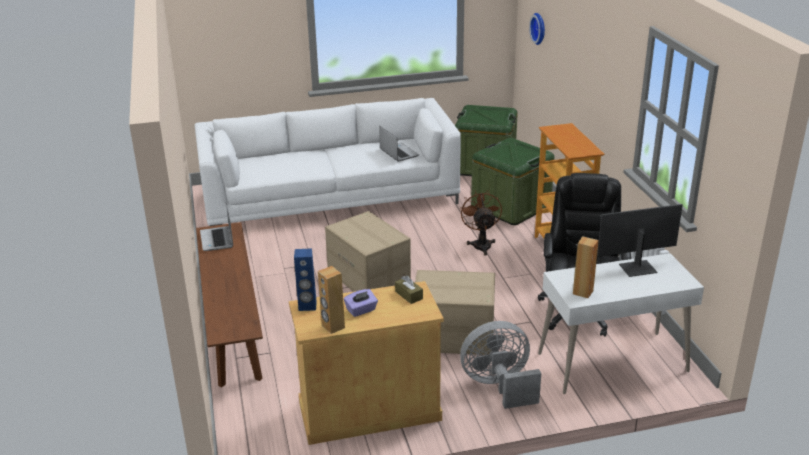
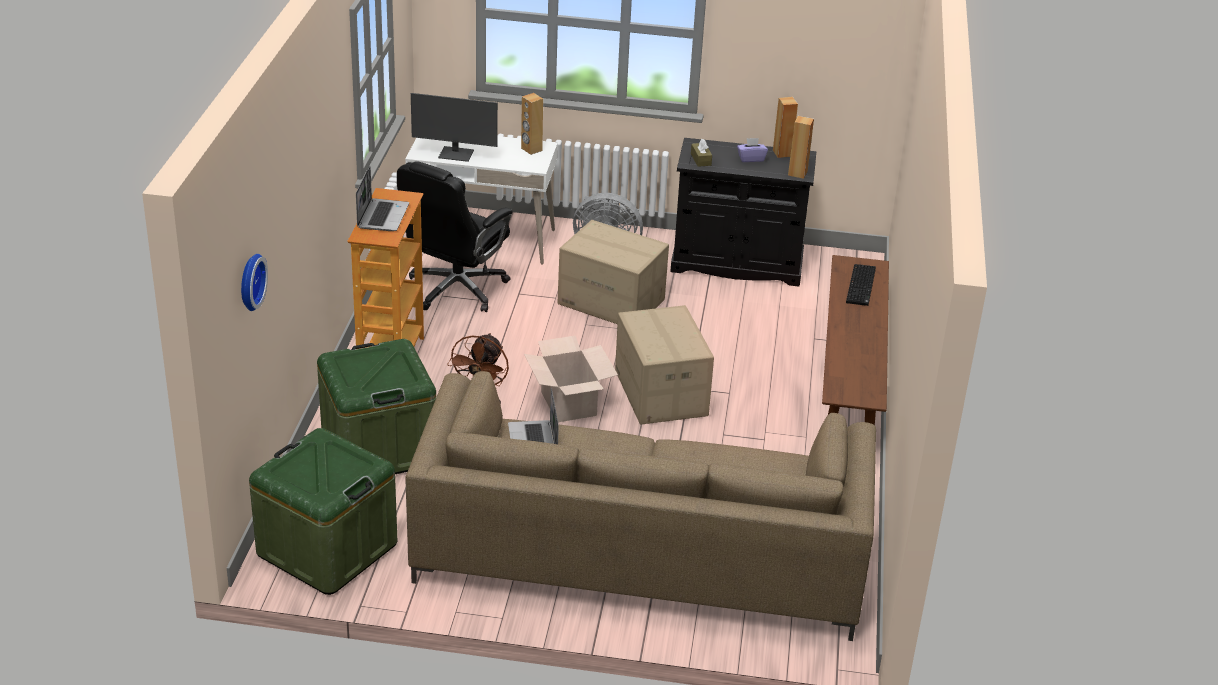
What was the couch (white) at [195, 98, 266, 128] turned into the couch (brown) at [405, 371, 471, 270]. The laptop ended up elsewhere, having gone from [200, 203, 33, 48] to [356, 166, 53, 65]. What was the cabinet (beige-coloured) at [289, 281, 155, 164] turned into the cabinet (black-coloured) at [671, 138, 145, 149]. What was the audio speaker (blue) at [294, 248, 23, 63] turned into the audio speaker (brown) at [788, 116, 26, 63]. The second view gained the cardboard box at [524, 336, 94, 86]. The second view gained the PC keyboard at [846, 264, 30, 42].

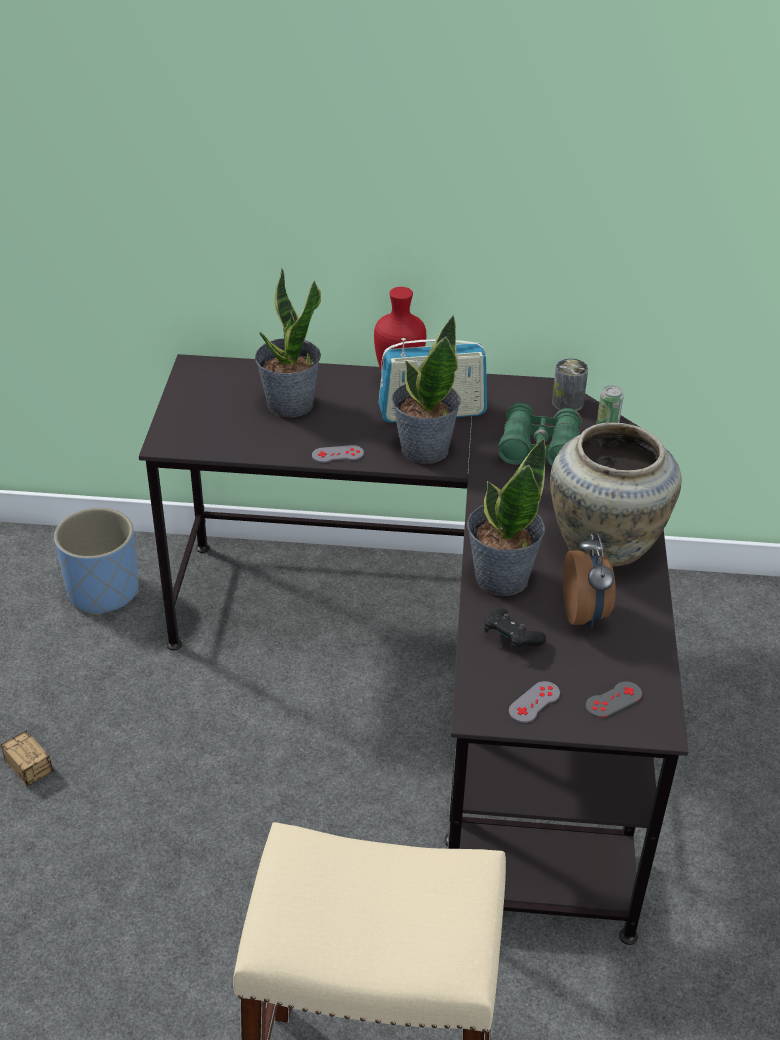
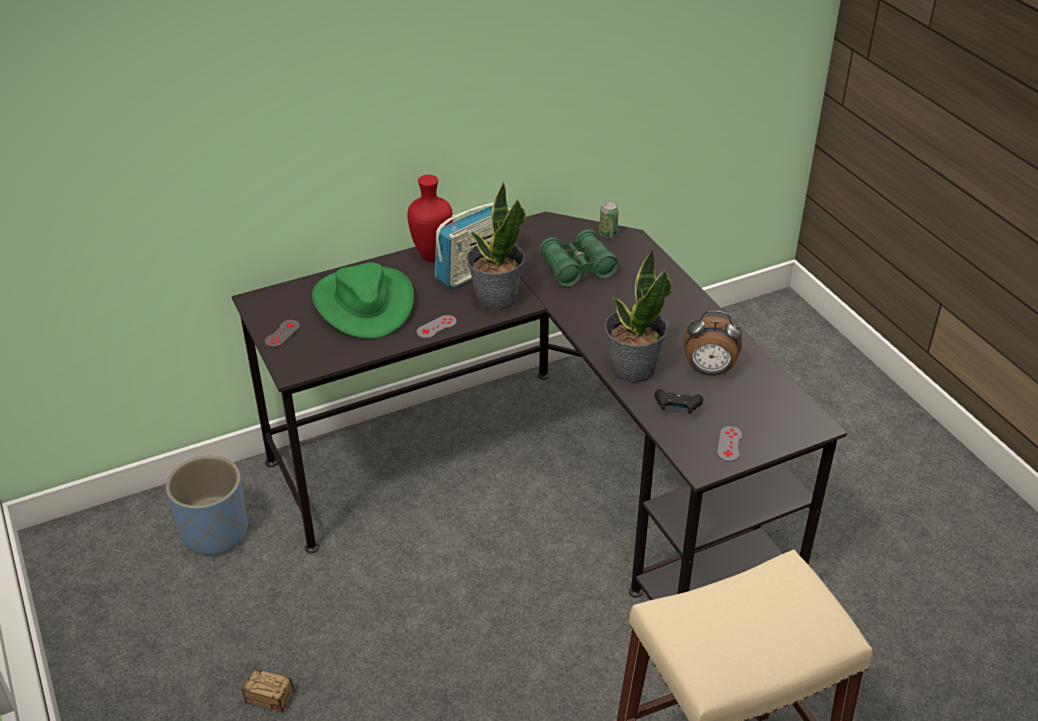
Where the potted plant stood at [255, 267, 66, 150], the hat (green-coloured) came to stand at [312, 262, 102, 77]. The second view lost the decorative vase (beige-coloured) at [550, 423, 132, 143]. The second view lost the can at [552, 358, 37, 53]. The bedside clock at [563, 533, 53, 95] ended up facing another way, 135 degrees clockwise from before. The joypad (grey) ended up elsewhere, having gone from [586, 681, 56, 37] to [265, 320, 35, 28].

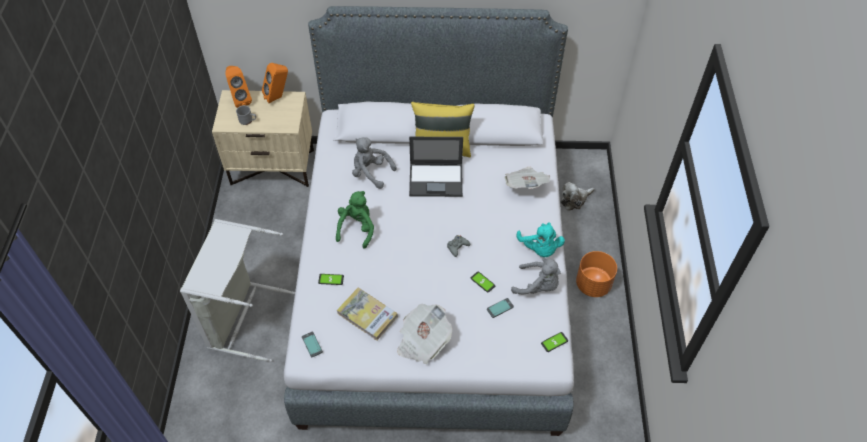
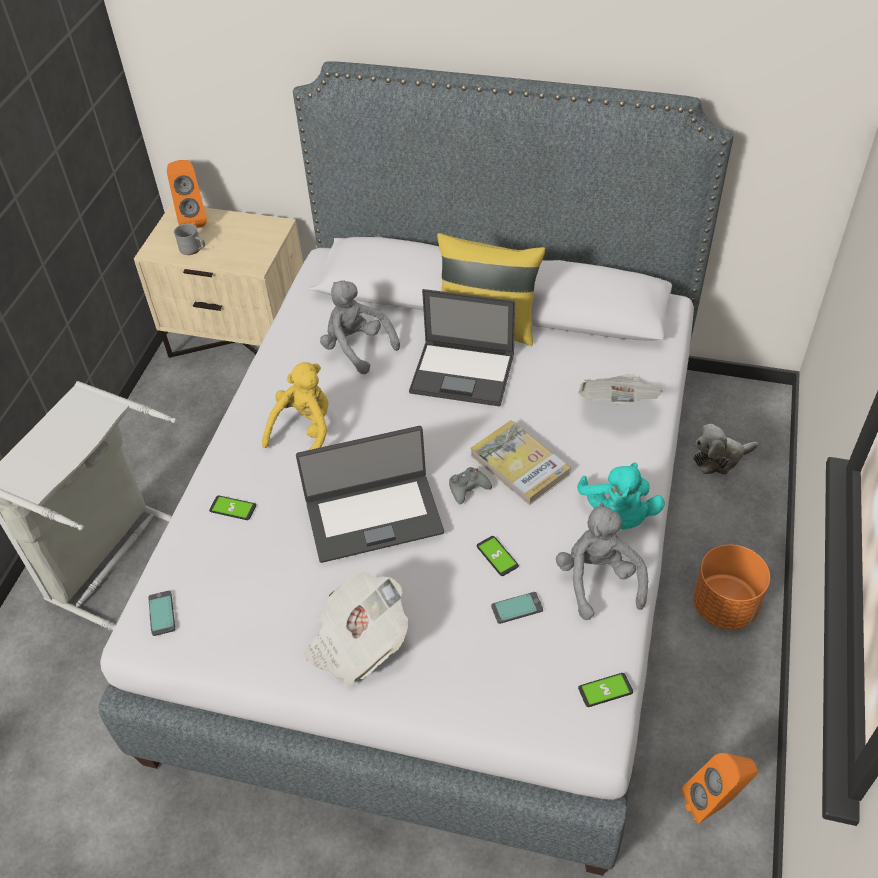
The audio speaker (orange-coloured) ended up elsewhere, having gone from [262, 63, 26, 40] to [682, 753, 76, 71]. What was the cuddly toy (green-coloured) at [336, 191, 38, 58] turned into the cuddly toy (yellow-coloured) at [262, 362, 66, 88]. The volume ended up elsewhere, having gone from [337, 288, 61, 53] to [470, 420, 101, 85]. The cuddly toy (grey) at [511, 258, 50, 36] ended up facing another way, 135 degrees counterclockwise from before. The second view gained the laptop at [296, 426, 148, 137].

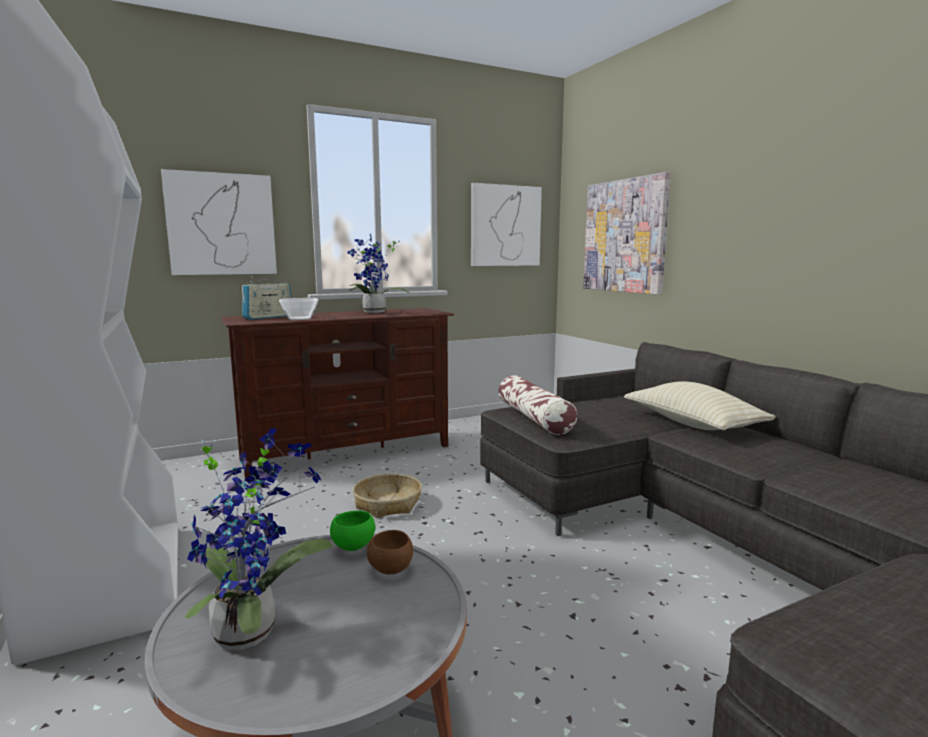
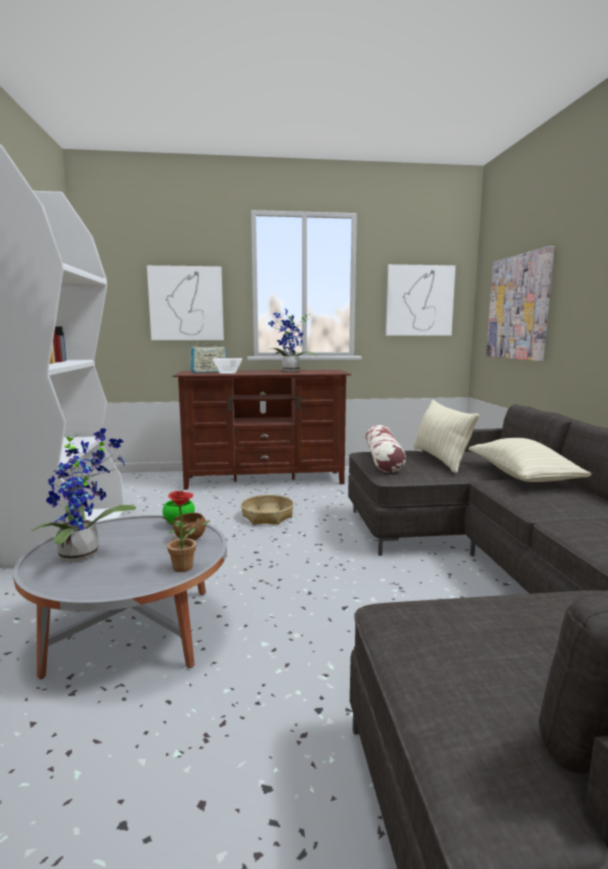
The second view gained the potted plant at [162, 491, 48, 81]. The second view gained the pillow (beige-coloured) at [413, 399, 66, 74].

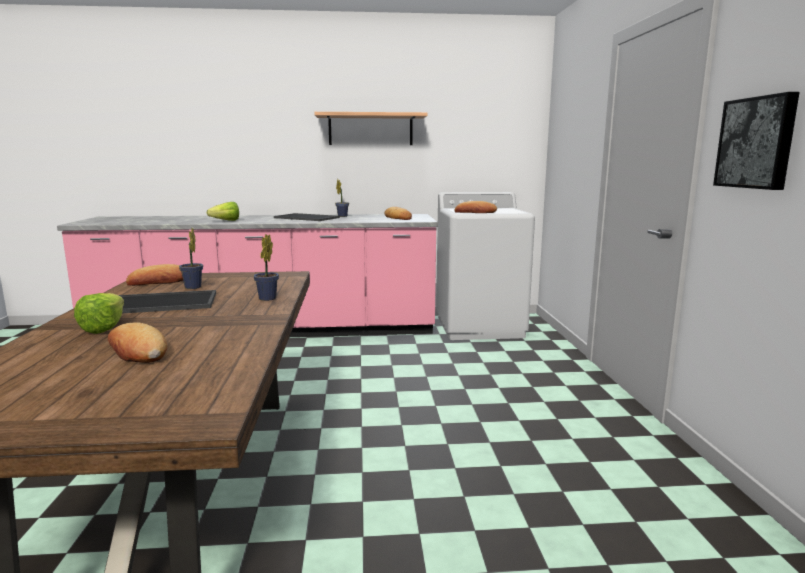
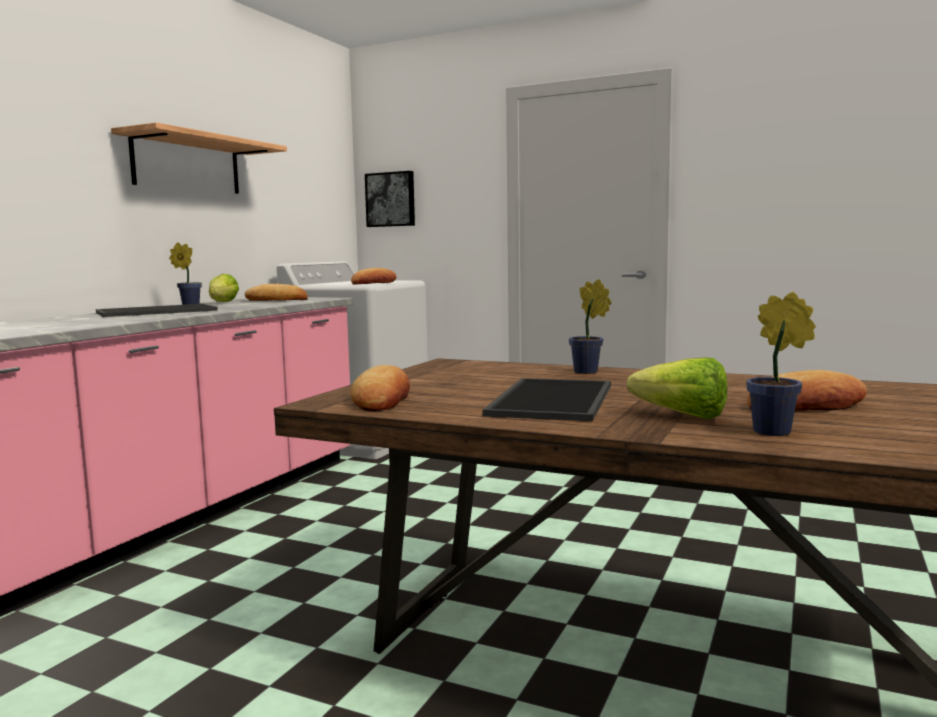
The potted plant ended up elsewhere, having gone from [179, 228, 24, 61] to [746, 292, 70, 144]. The lettuce head ended up elsewhere, having gone from [207, 202, 32, 19] to [209, 274, 30, 28]. The wall art ended up elsewhere, having gone from [713, 92, 87, 98] to [365, 171, 50, 56].

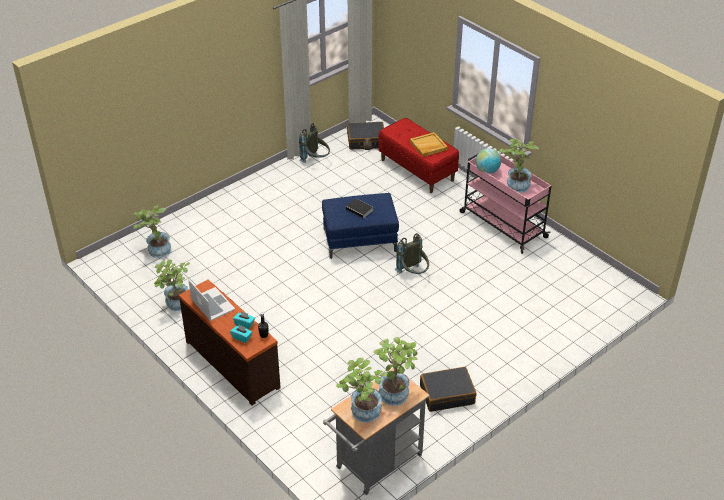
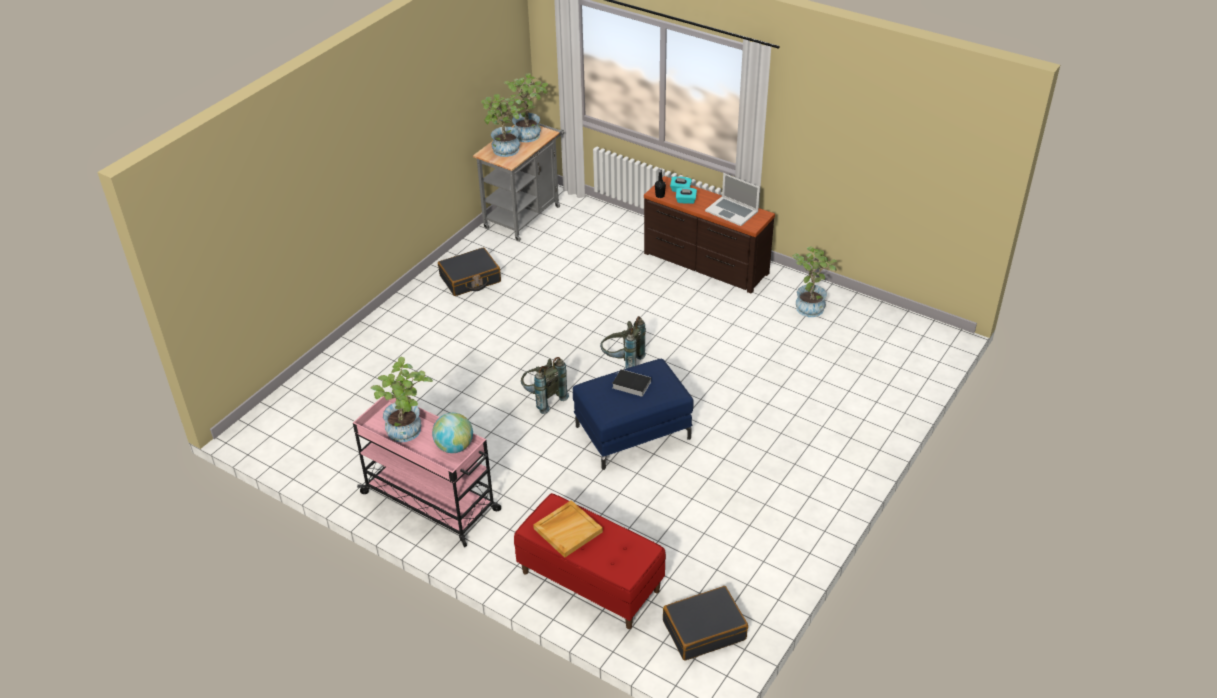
The second view lost the potted plant at [133, 205, 38, 53]. The knapsack (grey) ended up elsewhere, having gone from [299, 123, 31, 40] to [600, 316, 46, 53].

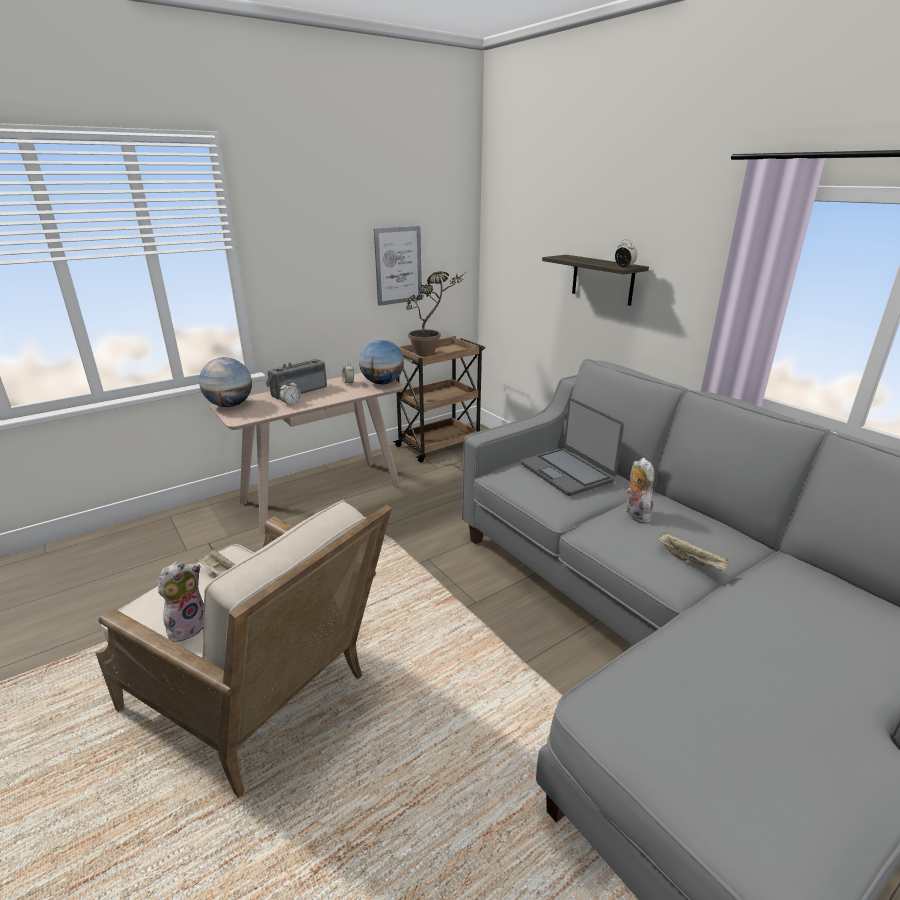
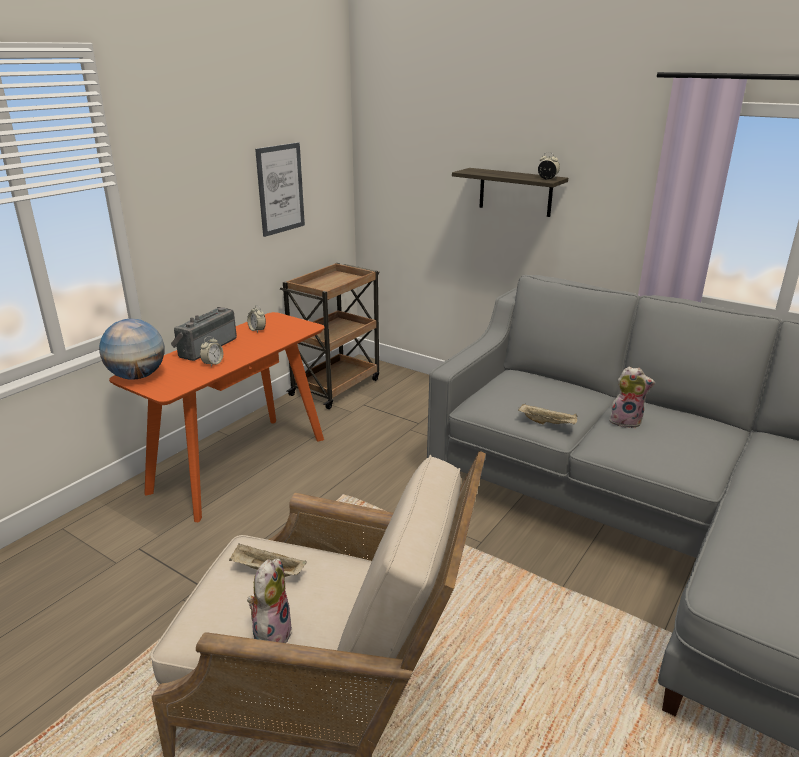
What was the hall table (beige-coloured) at [209, 373, 196, 160] turned into the hall table (orange-coloured) at [109, 312, 216, 210]. The second view lost the desk globe at [359, 339, 45, 46]. The second view lost the potted plant at [406, 271, 59, 86]. The second view lost the laptop at [521, 398, 103, 98]. The cuddly toy at [626, 458, 29, 65] ended up facing another way, 135 degrees clockwise from before. The serving tray (beige-coloured) ended up elsewhere, having gone from [657, 532, 72, 39] to [518, 404, 59, 21].

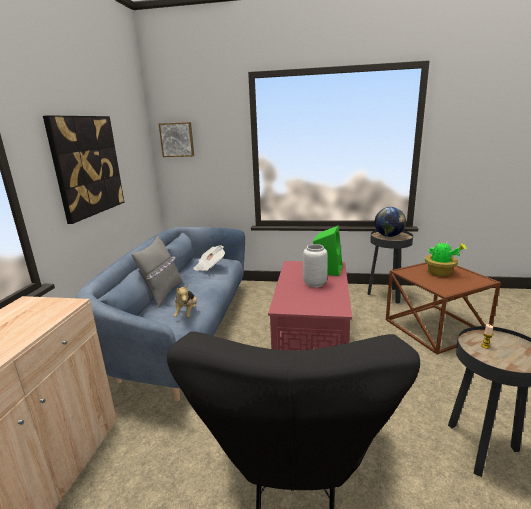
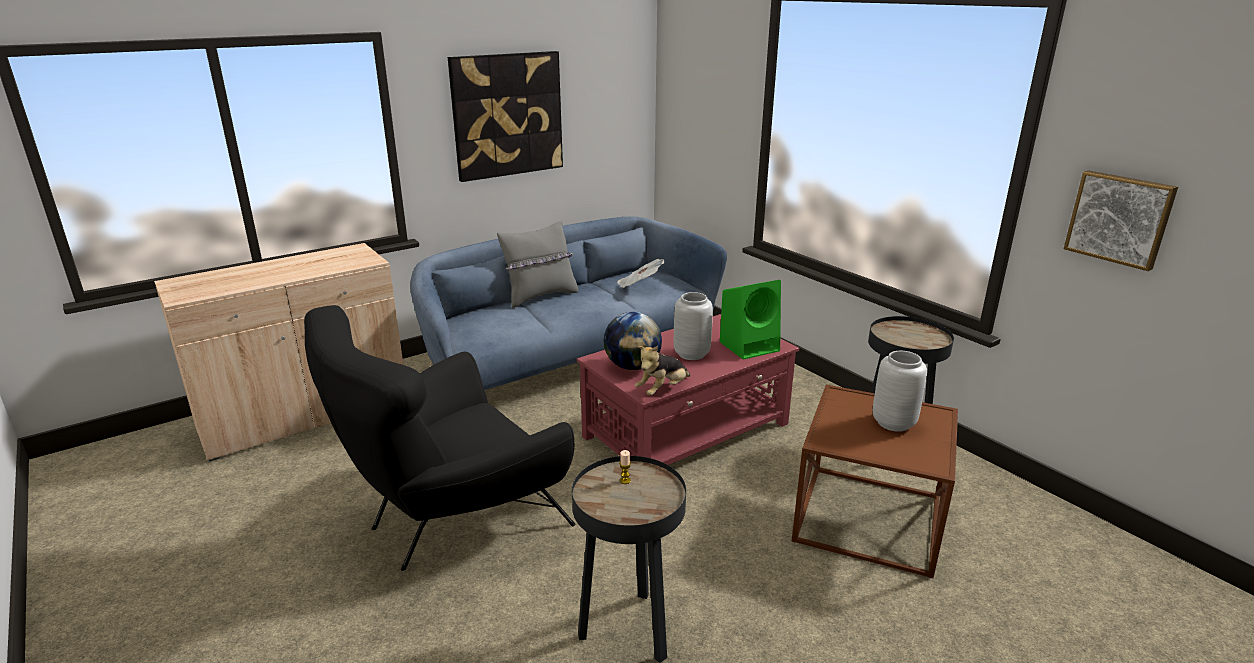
The wall art ended up elsewhere, having gone from [159, 122, 35, 35] to [1064, 170, 114, 101]. The cuddly toy ended up elsewhere, having gone from [173, 284, 24, 34] to [635, 346, 55, 50]. The desk globe ended up elsewhere, having gone from [375, 207, 31, 30] to [604, 312, 58, 58]. Where the potted plant stood at [425, 241, 42, 35], the decorative vase (grey) came to stand at [873, 351, 54, 81].

